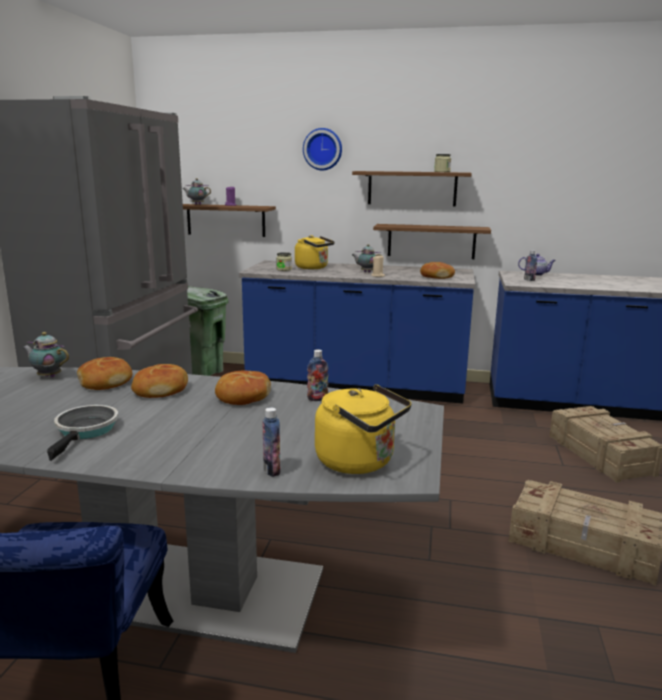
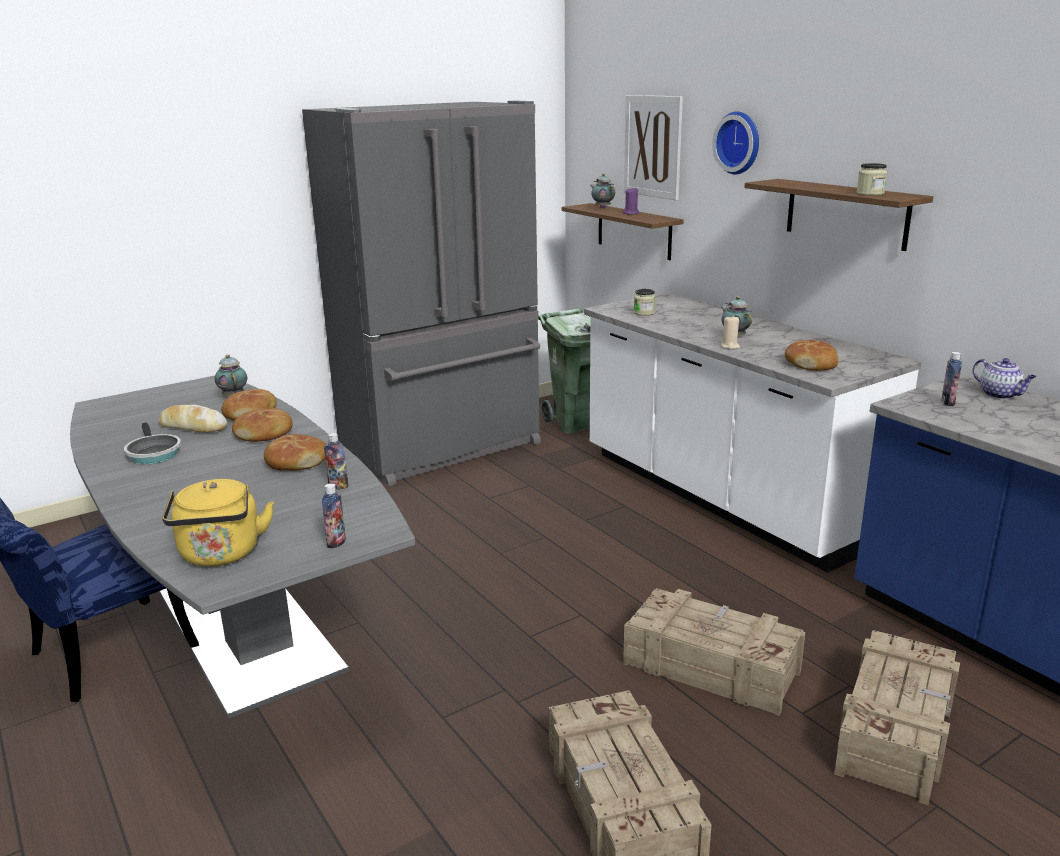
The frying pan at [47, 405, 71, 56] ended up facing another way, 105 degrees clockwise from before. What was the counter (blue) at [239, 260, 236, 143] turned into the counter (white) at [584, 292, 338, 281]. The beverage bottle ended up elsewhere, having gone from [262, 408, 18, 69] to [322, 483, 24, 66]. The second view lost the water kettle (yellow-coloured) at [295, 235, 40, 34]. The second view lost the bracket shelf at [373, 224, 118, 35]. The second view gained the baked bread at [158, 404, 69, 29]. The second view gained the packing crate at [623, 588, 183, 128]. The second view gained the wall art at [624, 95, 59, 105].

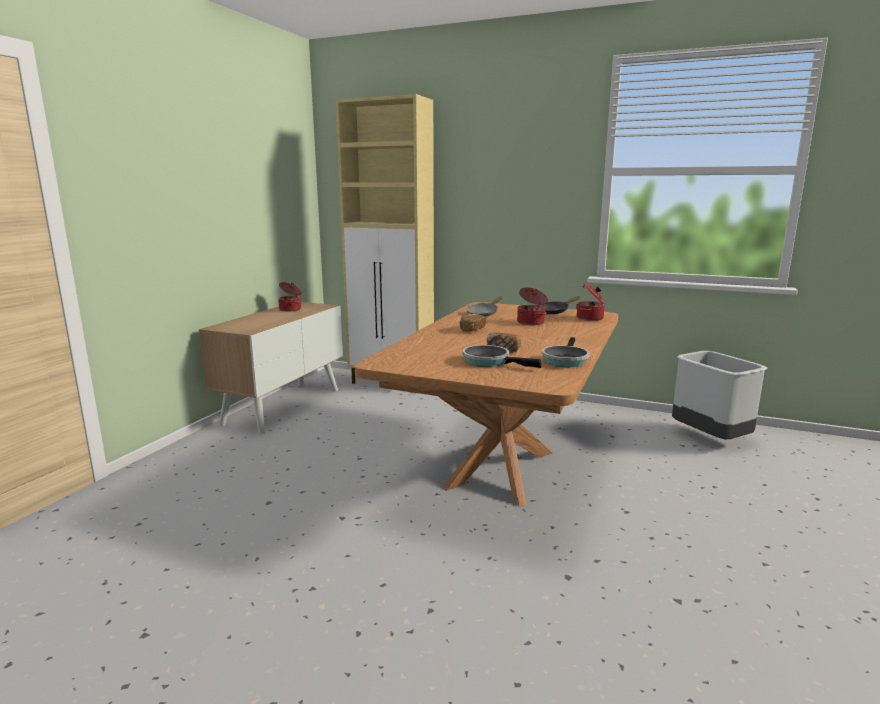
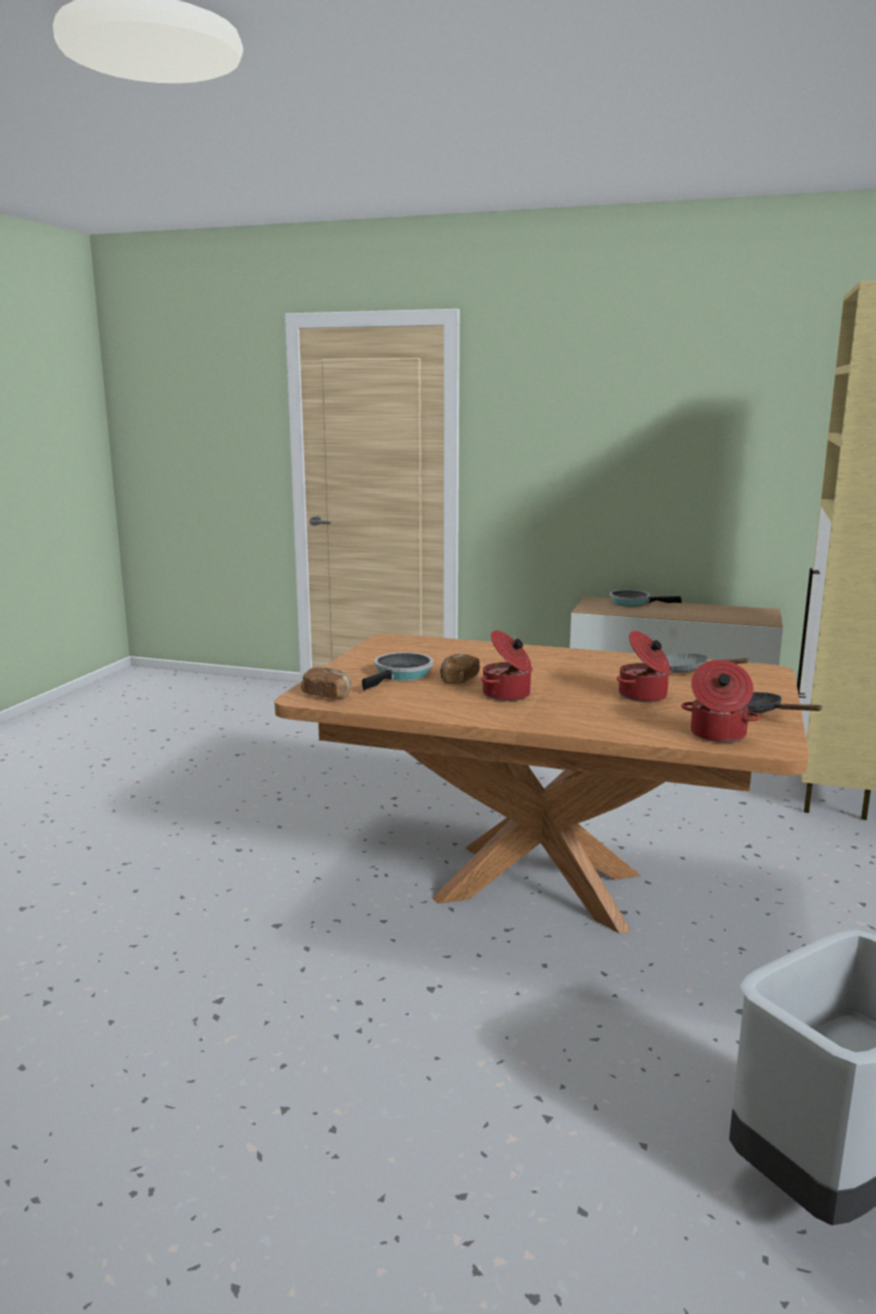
The stockpot ended up elsewhere, having gone from [278, 282, 24, 30] to [481, 630, 52, 71]. The baked bread ended up elsewhere, having gone from [459, 314, 27, 17] to [301, 668, 50, 31]. The frying pan ended up elsewhere, having gone from [542, 337, 48, 30] to [610, 590, 72, 16].

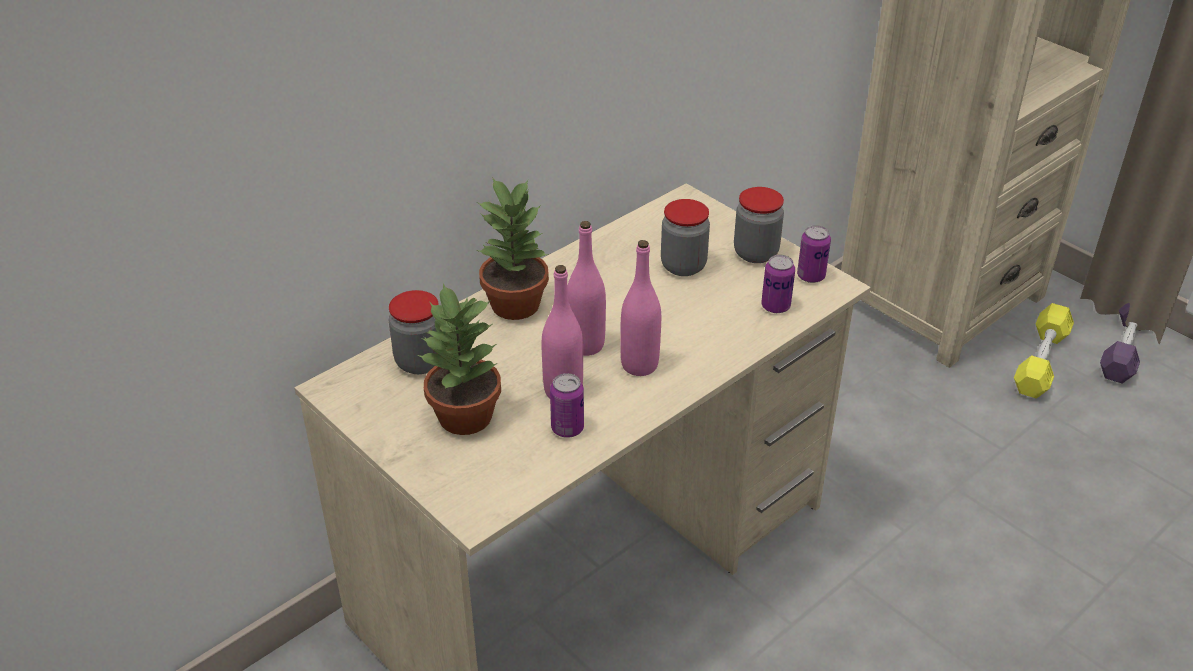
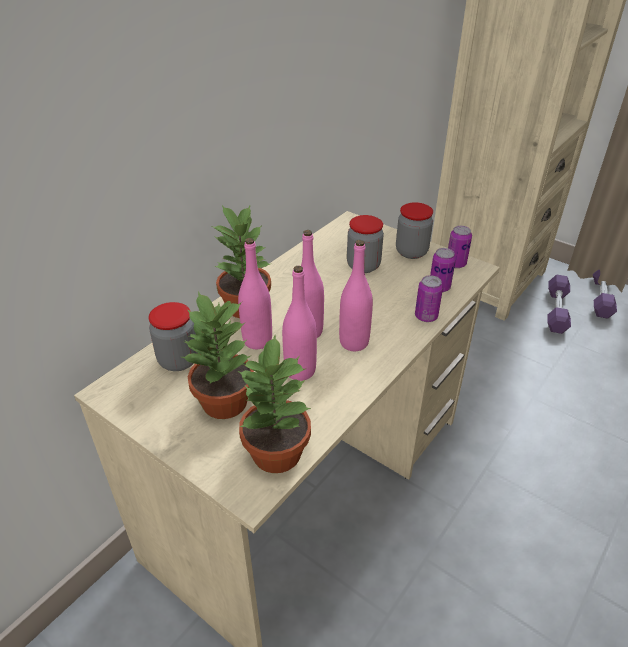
The can ended up elsewhere, having gone from [550, 373, 34, 65] to [415, 275, 28, 47]. What was the hand weight (yellow-coloured) at [1014, 303, 60, 96] turned into the hand weight (purple-coloured) at [547, 274, 24, 60]. The second view gained the beverage bottle (pink) at [238, 238, 34, 111]. The second view gained the potted plant at [238, 335, 73, 138].

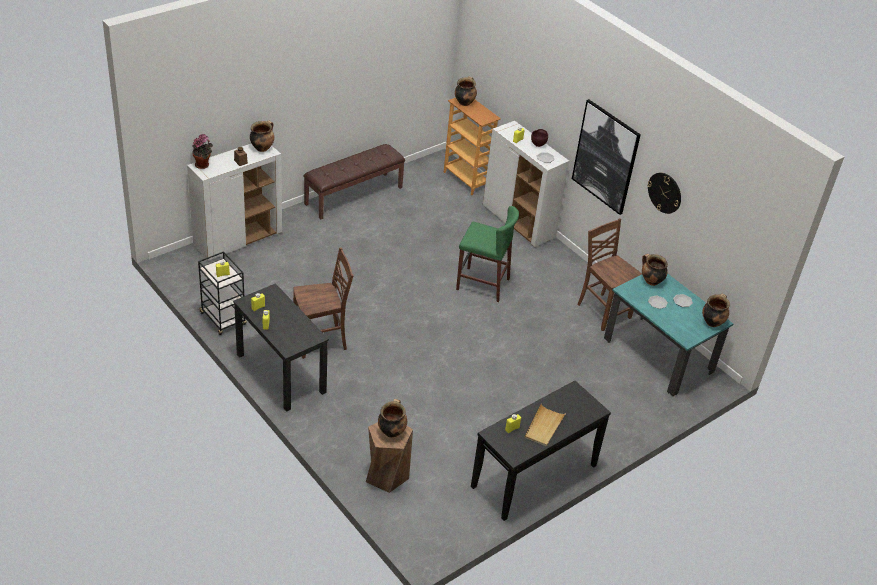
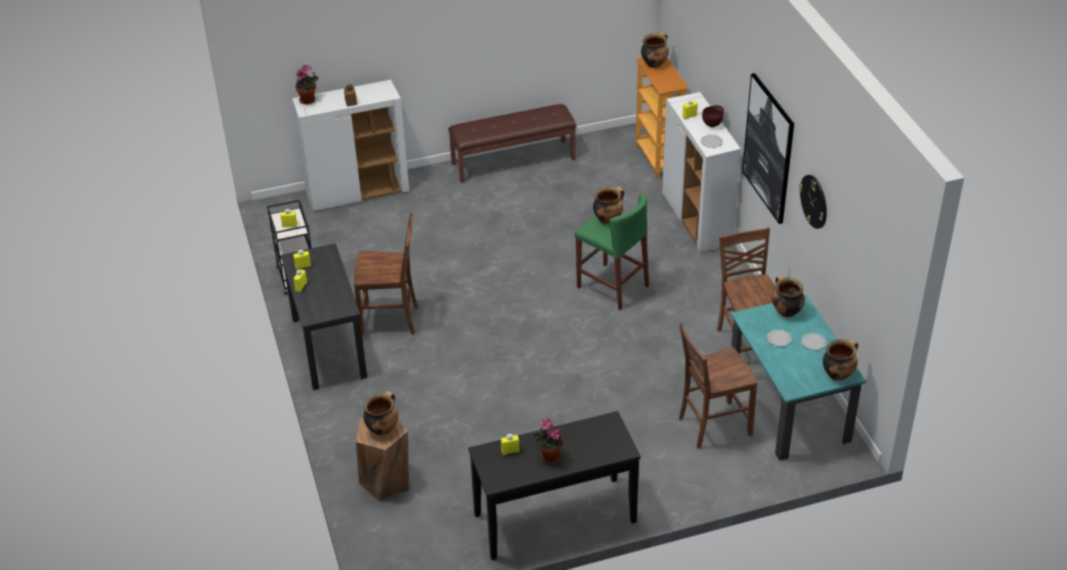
The stockpot ended up elsewhere, having gone from [250, 120, 24, 32] to [593, 186, 31, 38]. Where the serving tray (beige-coloured) stood at [524, 404, 42, 43], the potted plant came to stand at [533, 418, 30, 46]. The second view gained the plain chair (brown) at [679, 323, 78, 126].

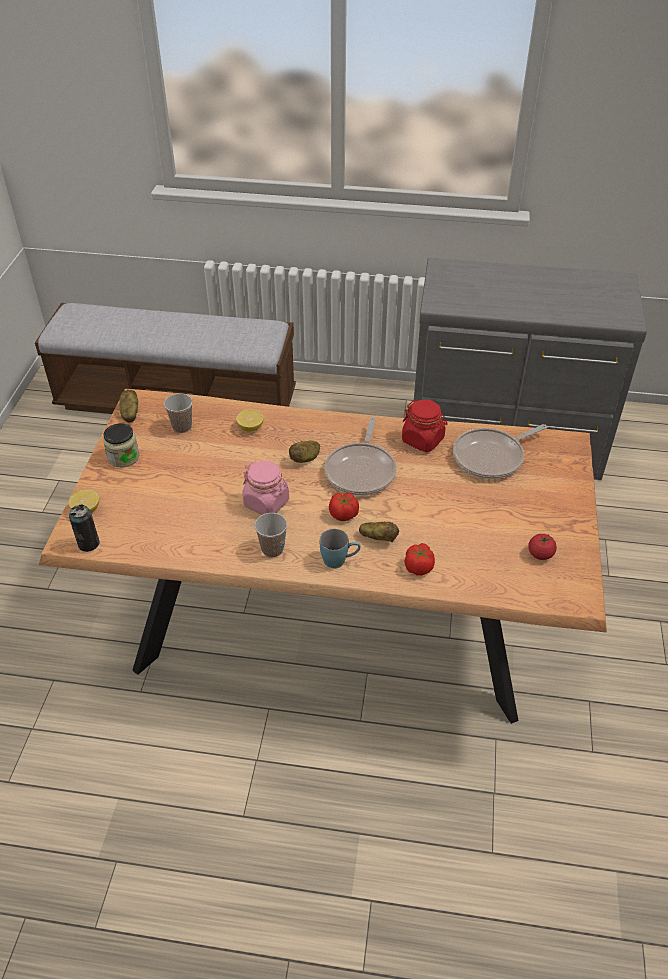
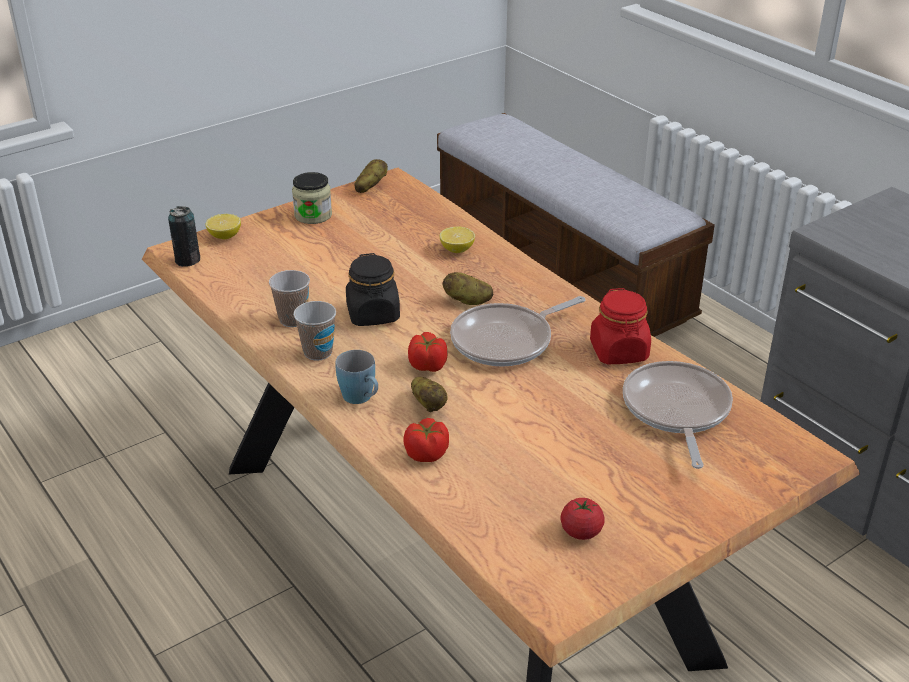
The small cup ended up elsewhere, having gone from [164, 393, 29, 40] to [269, 270, 41, 57]. What was the jar (pink) at [242, 461, 47, 54] turned into the jar (black-coloured) at [346, 253, 54, 73]. The frying pan at [453, 424, 95, 55] ended up facing another way, 75 degrees clockwise from before.

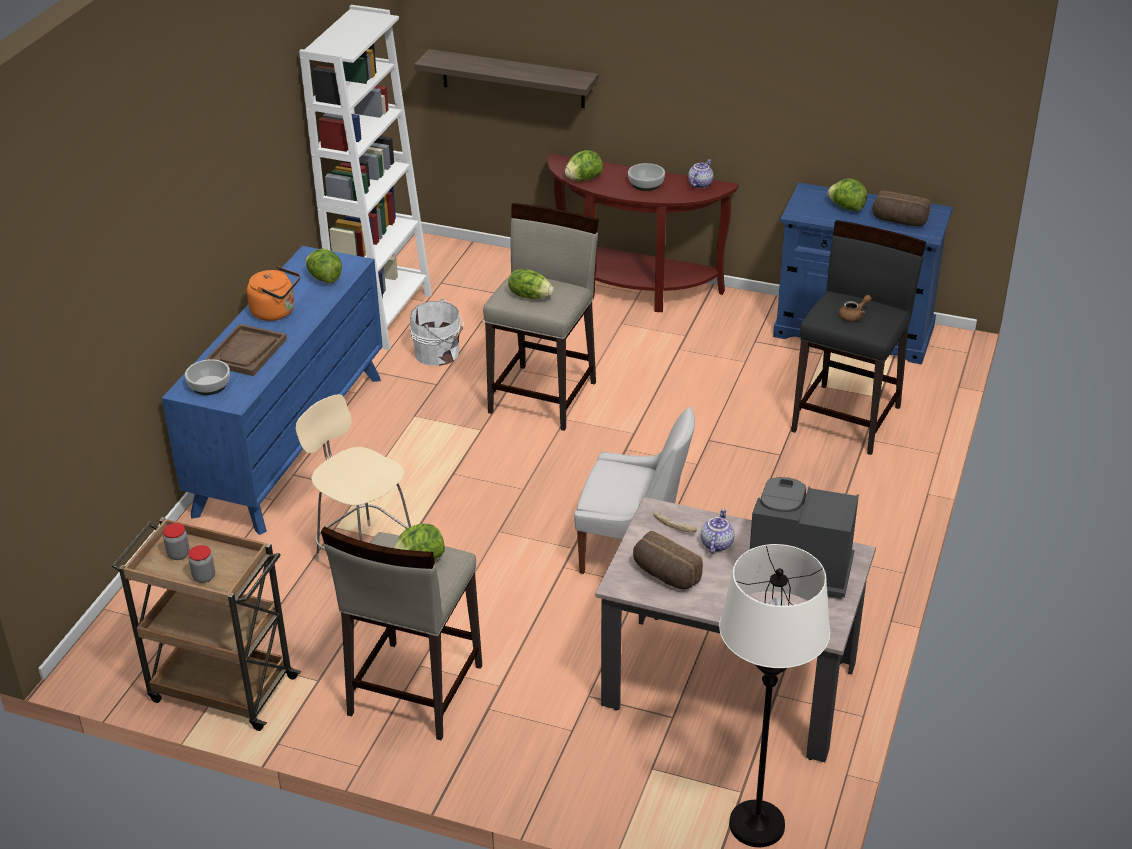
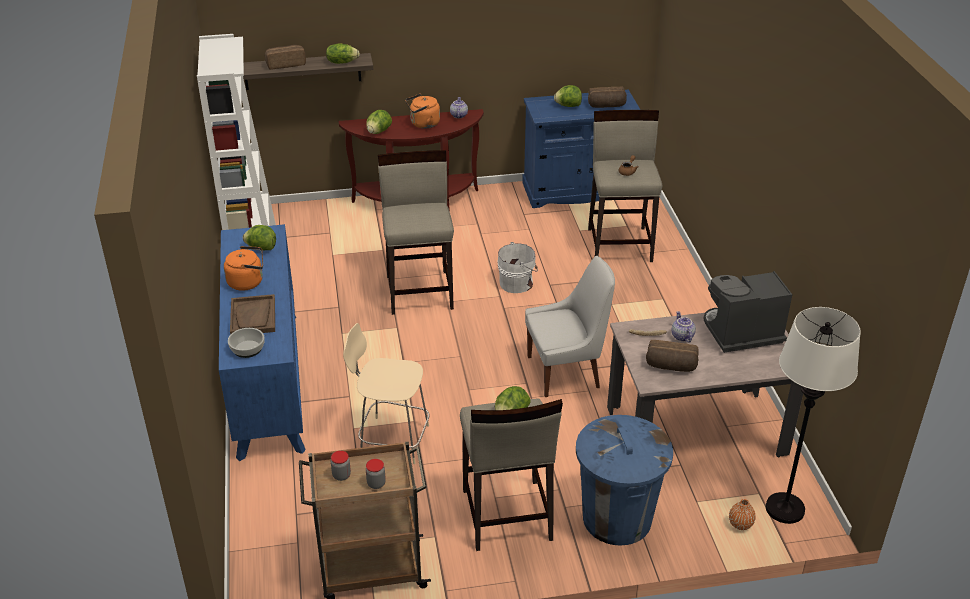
The bucket (white) ended up elsewhere, having gone from [410, 299, 54, 67] to [497, 242, 41, 51]. The lettuce head ended up elsewhere, having gone from [508, 269, 46, 30] to [326, 43, 34, 21]. Where the deep dish stood at [628, 163, 37, 28], the water kettle (orange-coloured) came to stand at [405, 94, 35, 35]. What was the sitting stool (black-coloured) at [791, 220, 135, 235] turned into the sitting stool (beige-coloured) at [588, 110, 74, 152]. The second view gained the baked bread at [265, 45, 41, 25]. The second view gained the waste bin (blue) at [576, 415, 97, 130]. The second view gained the decorative vase (orange-coloured) at [729, 499, 27, 31].

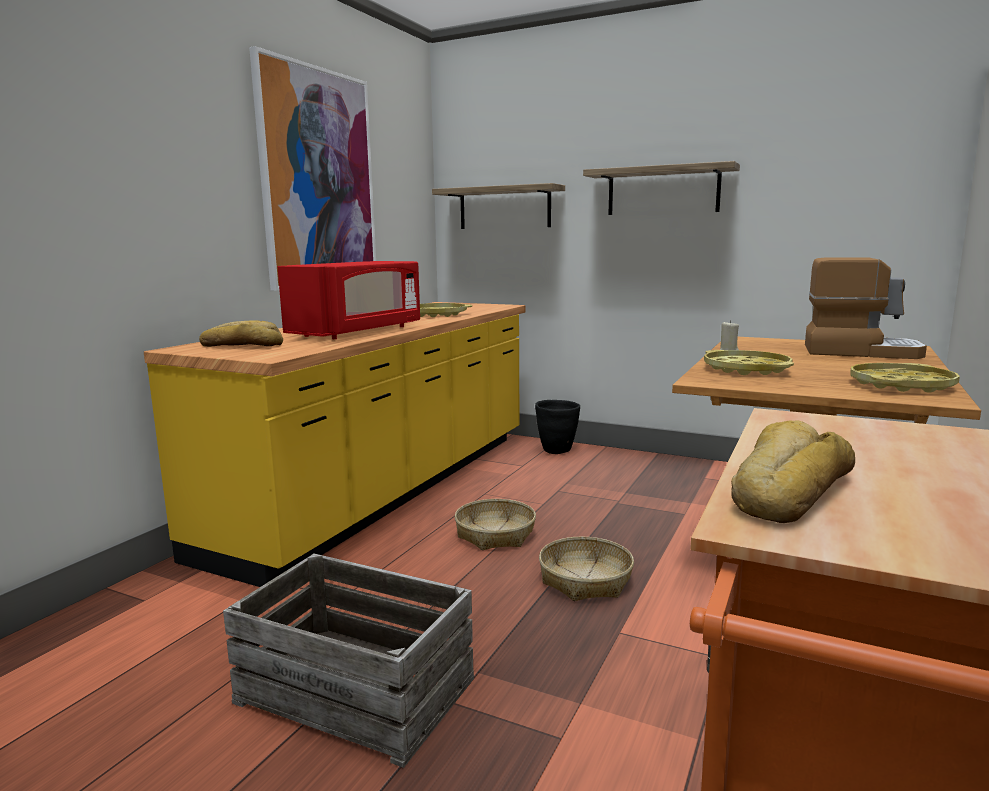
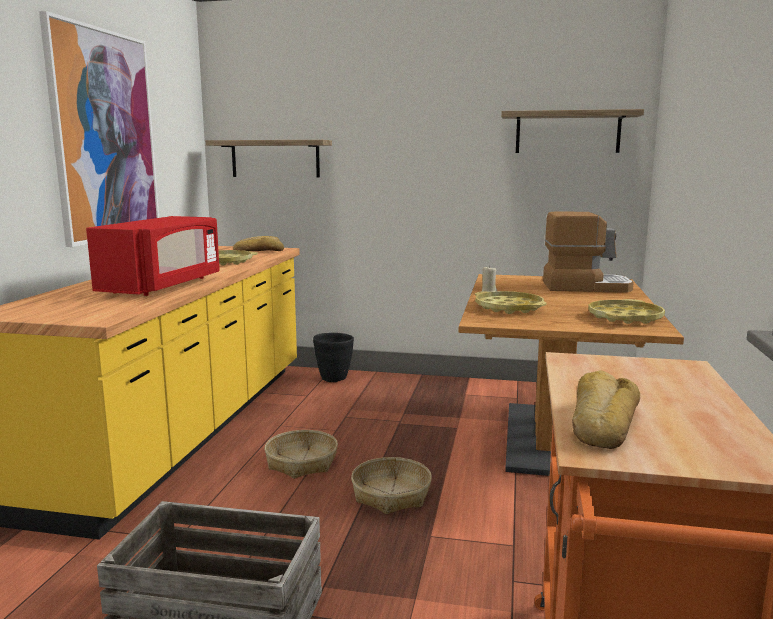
The baked bread ended up elsewhere, having gone from [199, 320, 84, 27] to [233, 236, 51, 15]. The bracket shelf ended up elsewhere, having gone from [583, 161, 157, 54] to [501, 109, 143, 44].

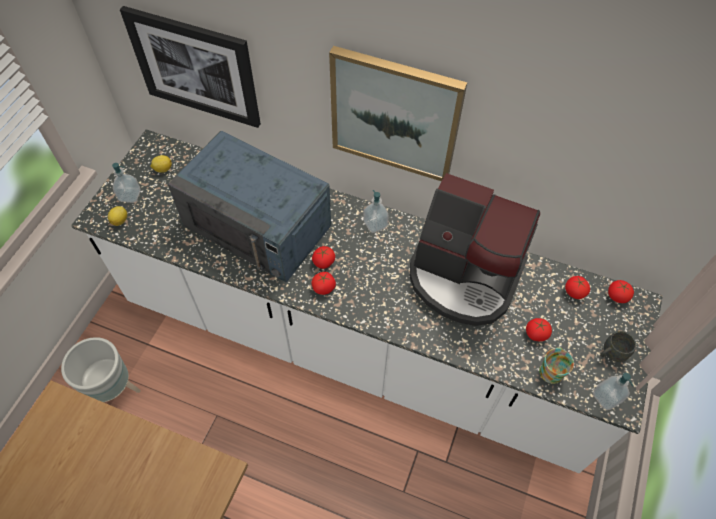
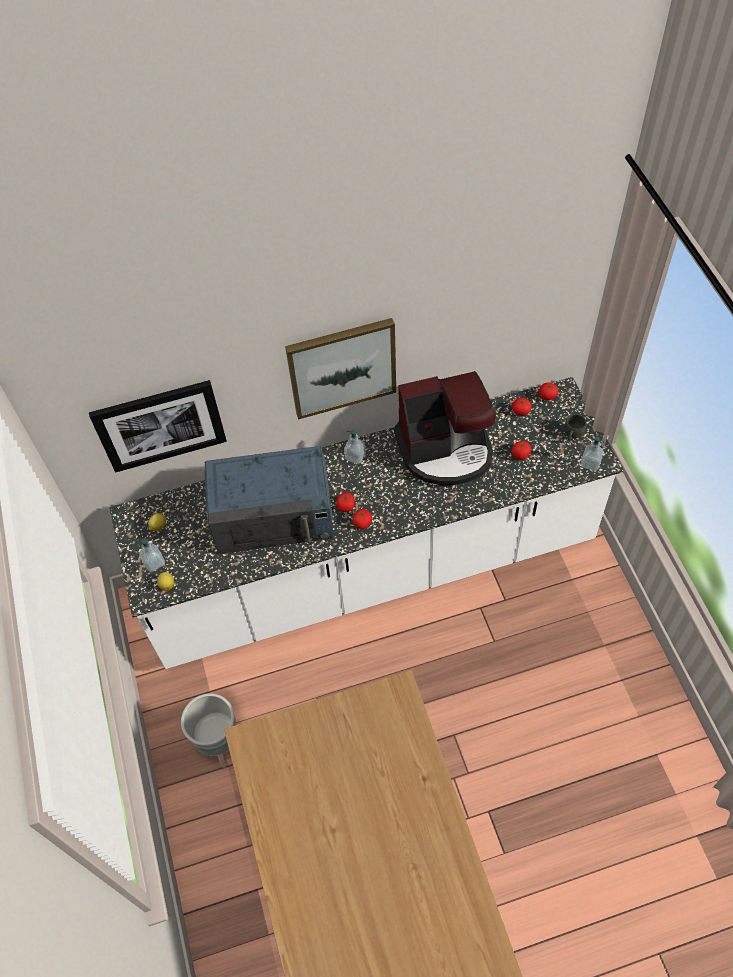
The second view lost the coffee mug at [539, 347, 35, 37].

